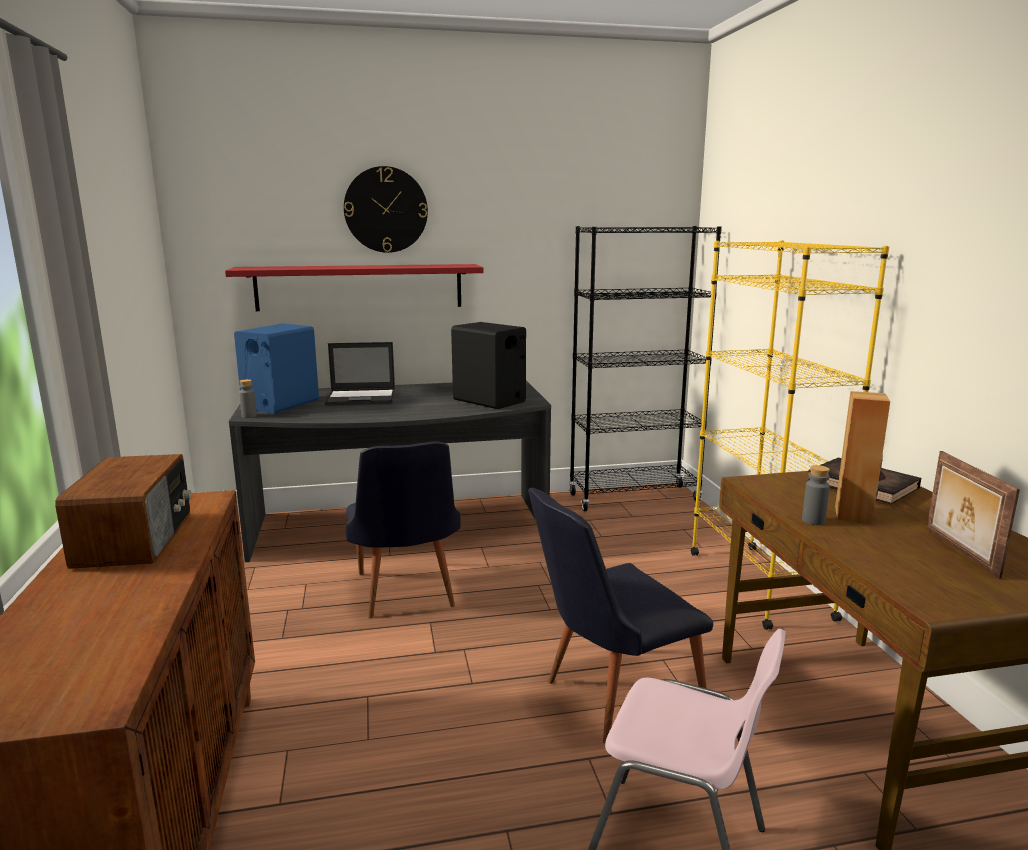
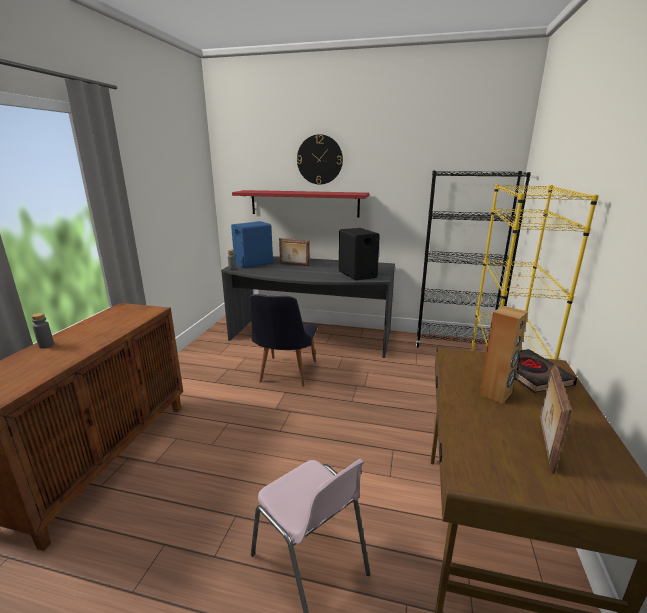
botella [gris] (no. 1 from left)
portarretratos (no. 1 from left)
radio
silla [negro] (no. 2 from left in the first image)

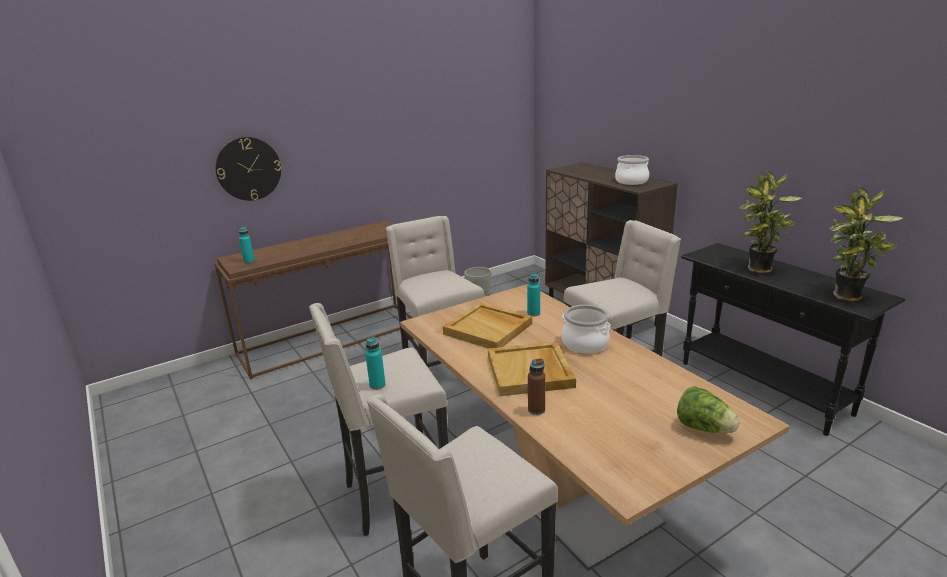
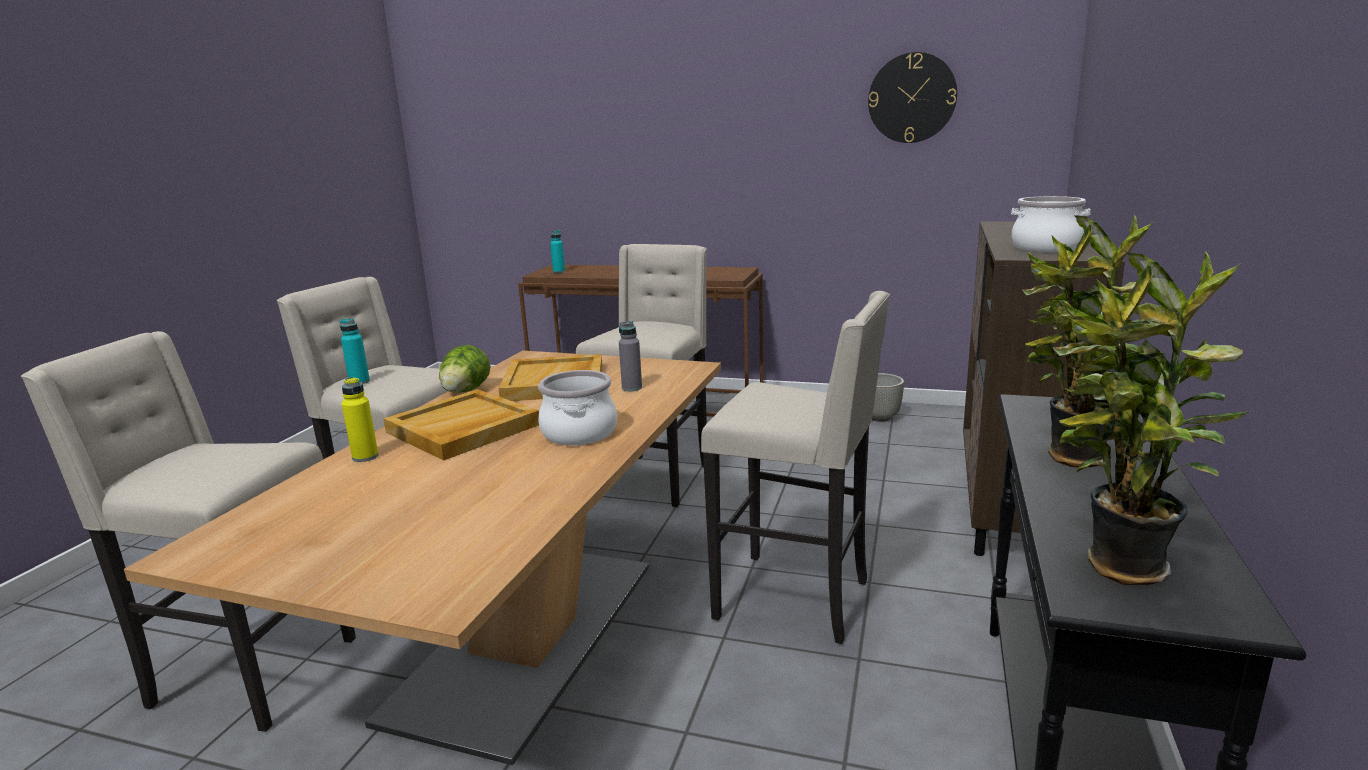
botella [amarillo]
lechuga
botella [gris]
reloj de pared

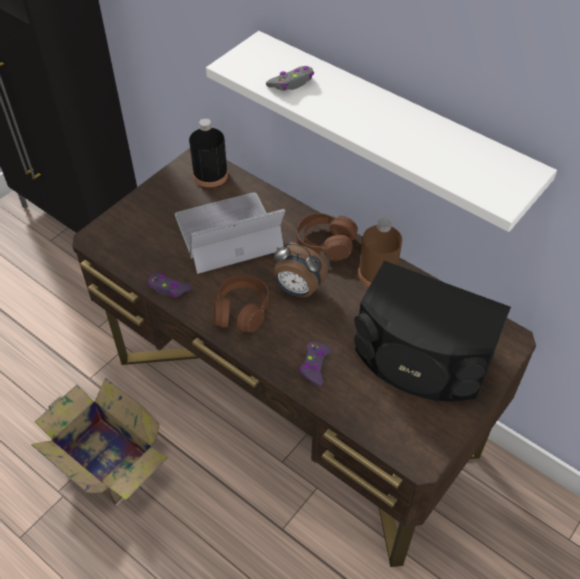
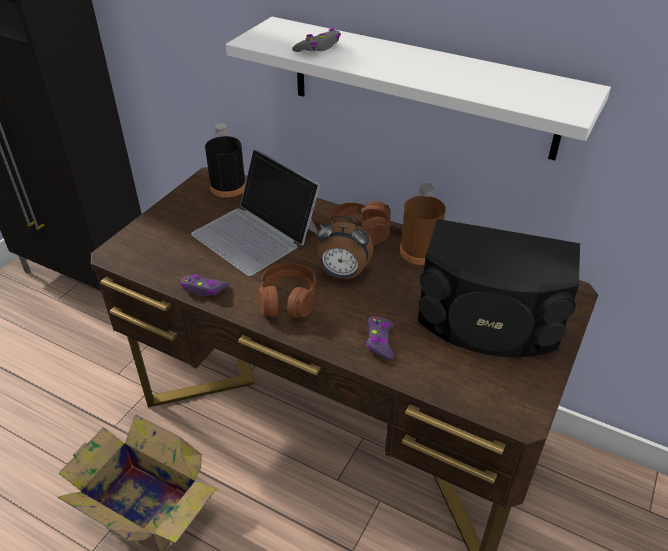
portátil

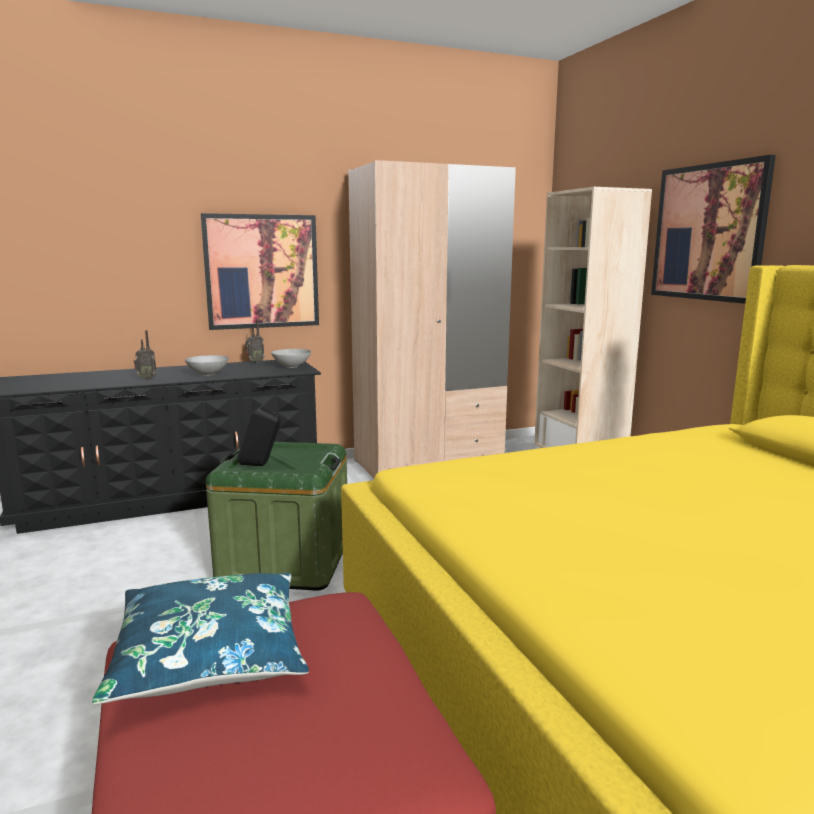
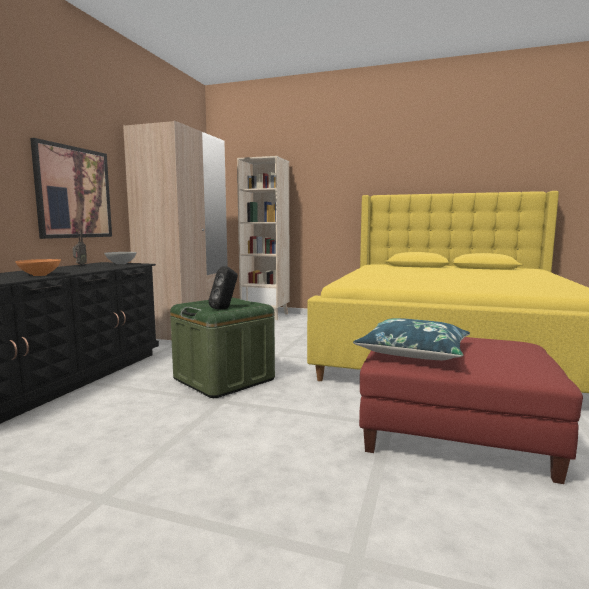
cuenco [naranja]
cuenco [gris] (no. 1 from left in the first image)
cuadro (no. 2 from left in the first image)

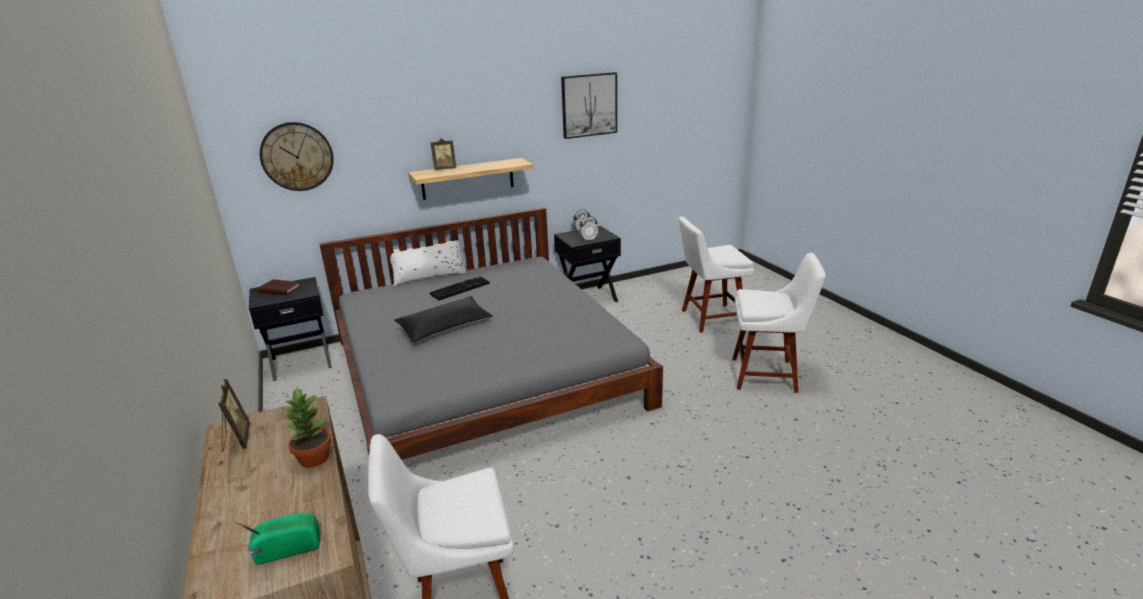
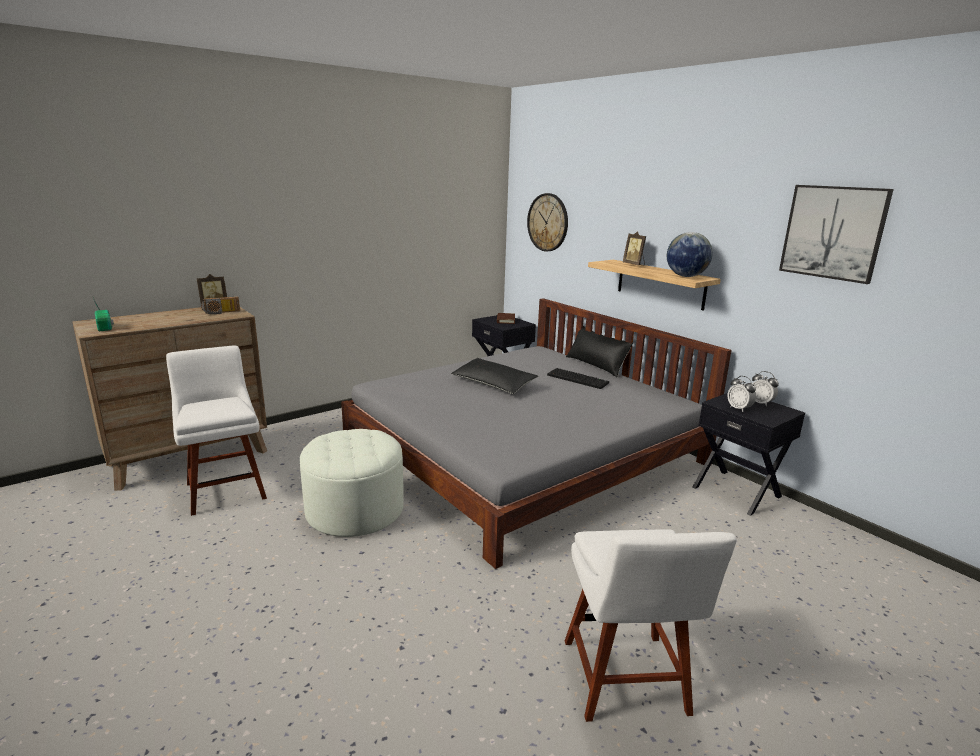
radio (no. 2 from left)
puf [blanco]
cojín [negro] (no. 2 from left)
globo terráqueo
planta en maceta
silla [blanco] (no. 2 from left in the first image)

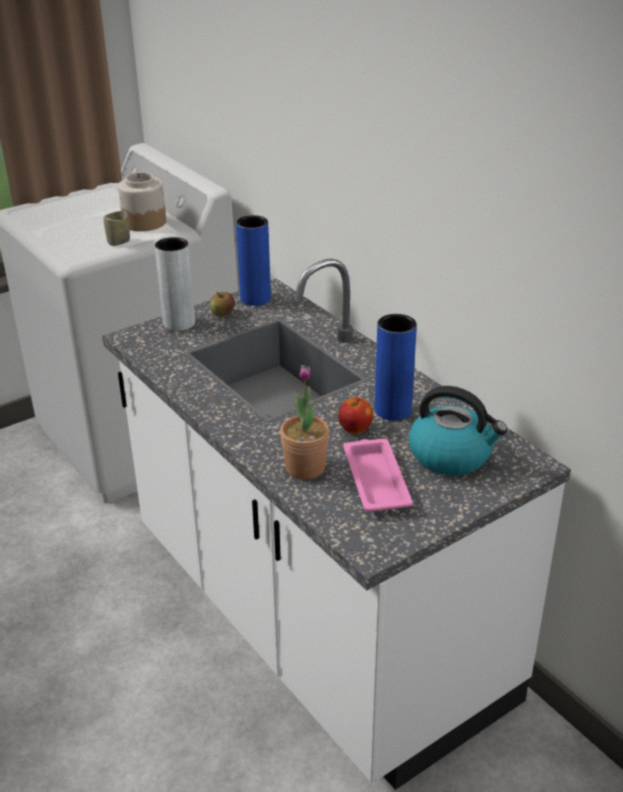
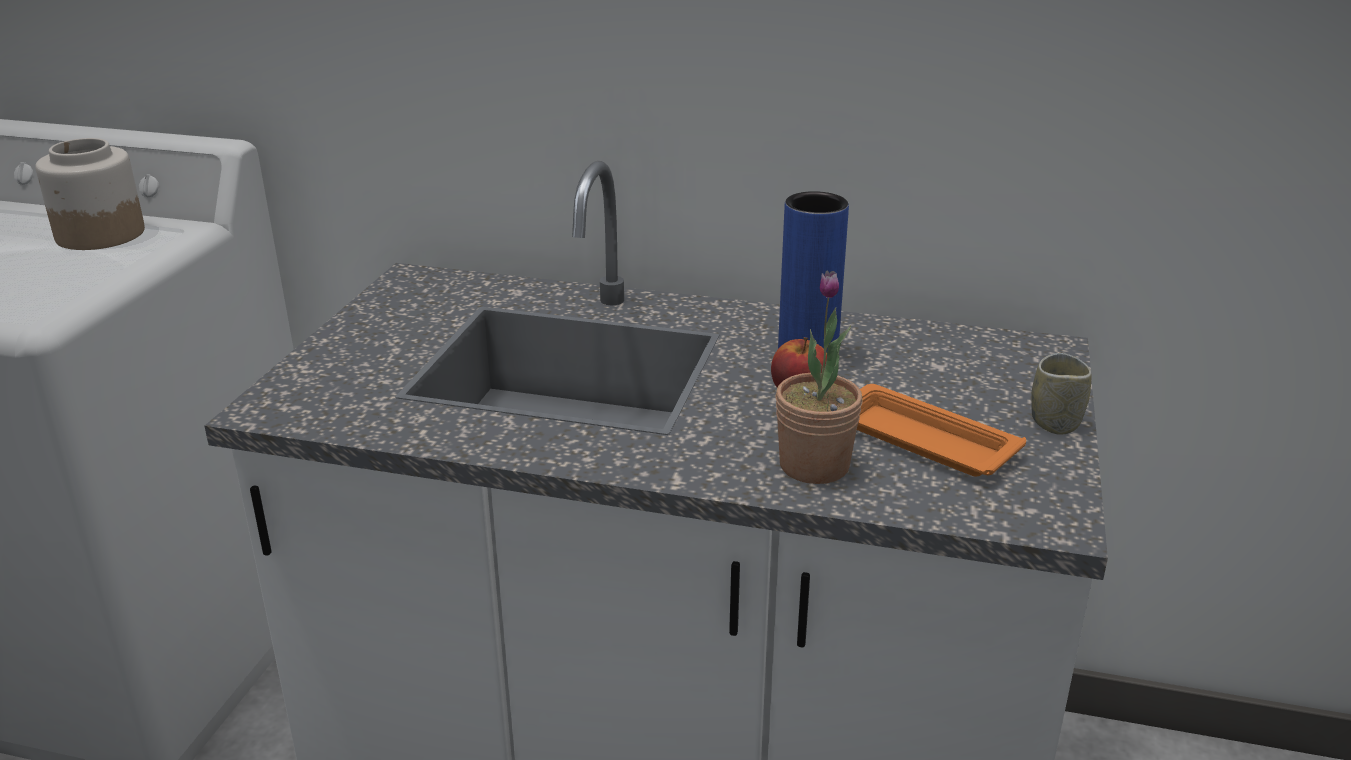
bandeja [naranja]
taza
florero [gris]
manzana (no. 1 from left in the first image)
florero [azul] (no. 1 from left in the first image)
hervidor

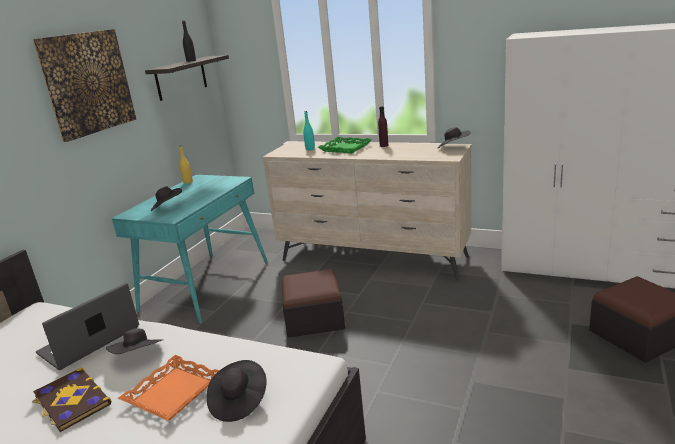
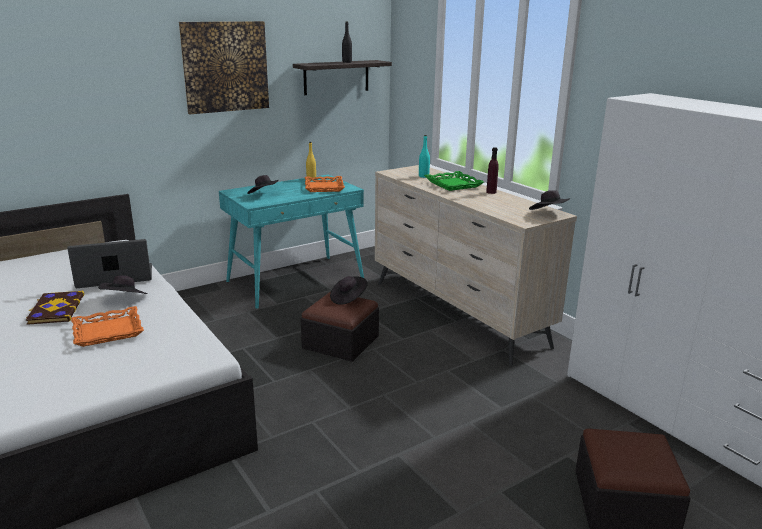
bandeja [naranja] (no. 2 from left)
sombrero [negro] (no. 3 from left)

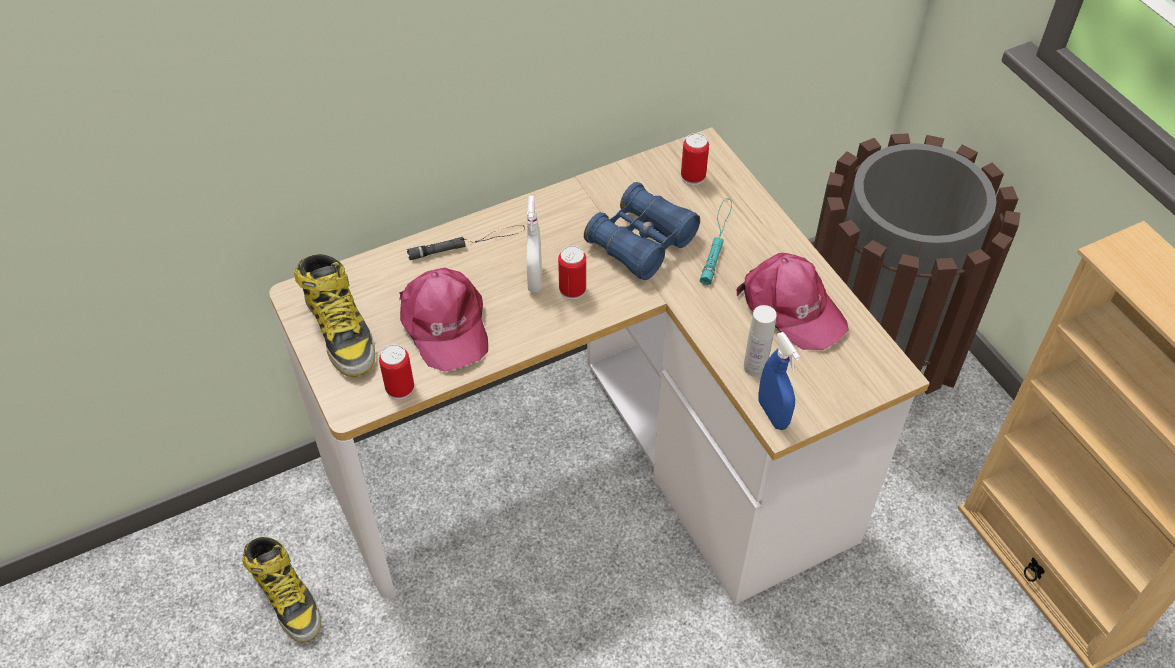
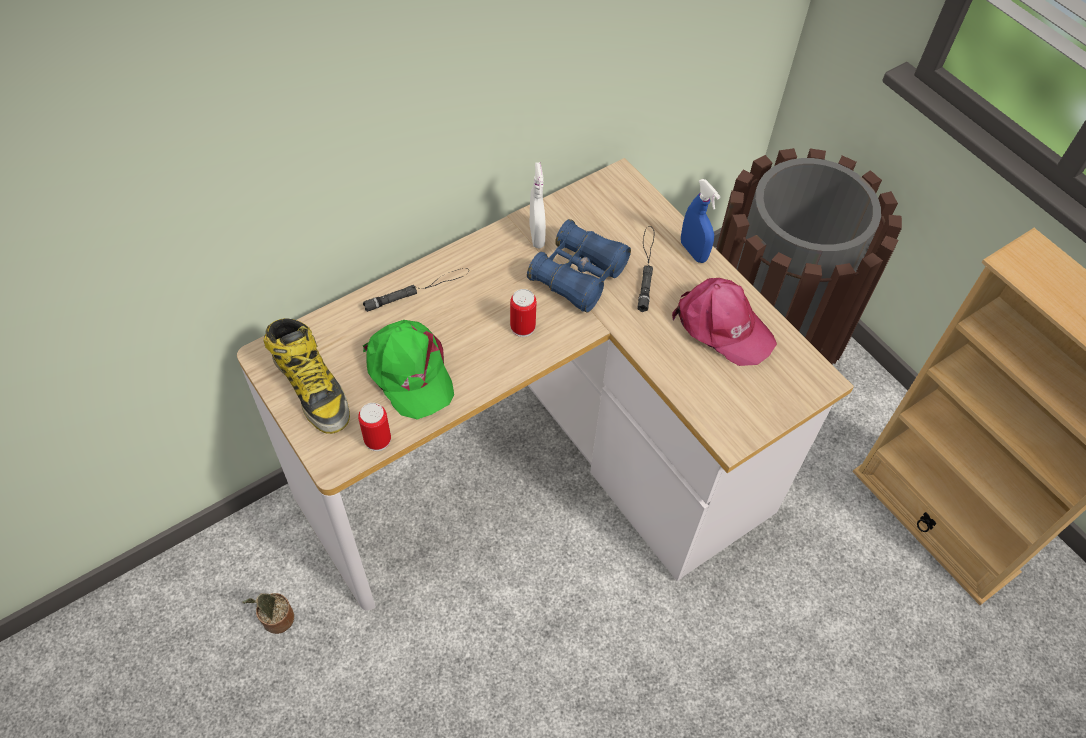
planta en maceta
gorra [verde]
pulverizador [blanco]
linterna [negro] (no. 2 from left)
pulverizador [azul]
lata (no. 3 from left in the first image)
botella [blanco]

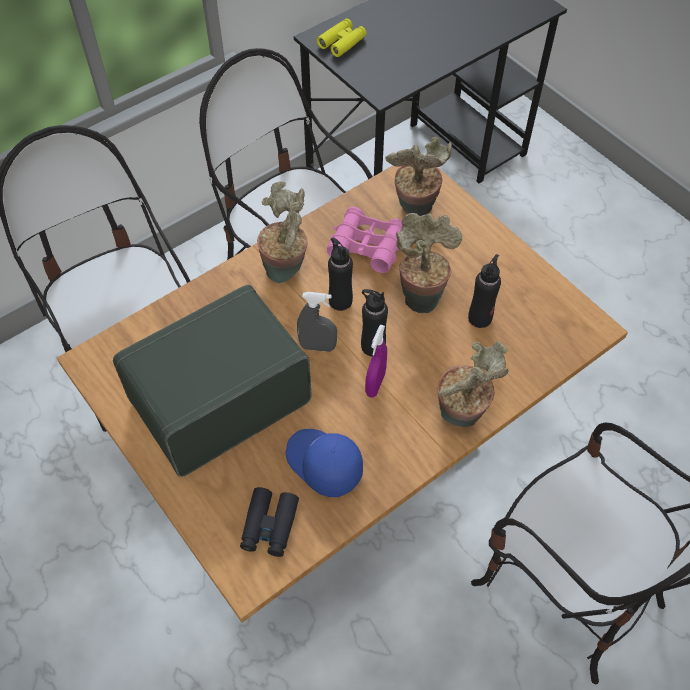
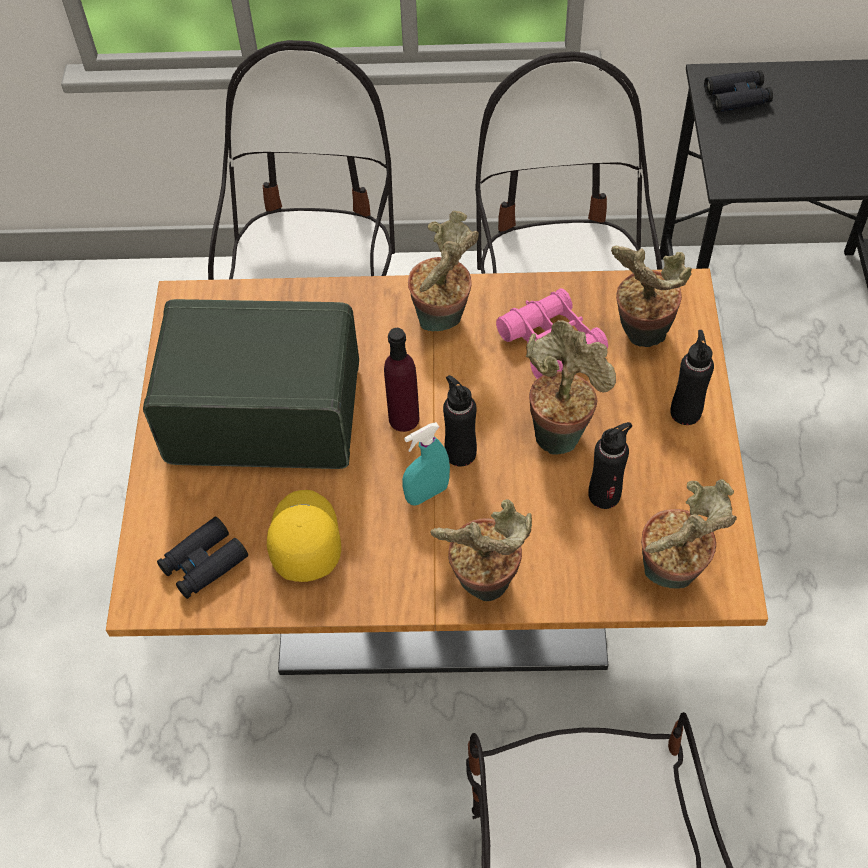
gorra [amarillo]
botella [morado]
pulverizador [turquesa]
planta en maceta (no. 5 from left)
botella [negro] (no. 3 from left)
prismáticos [negro] (no. 2 from left)

